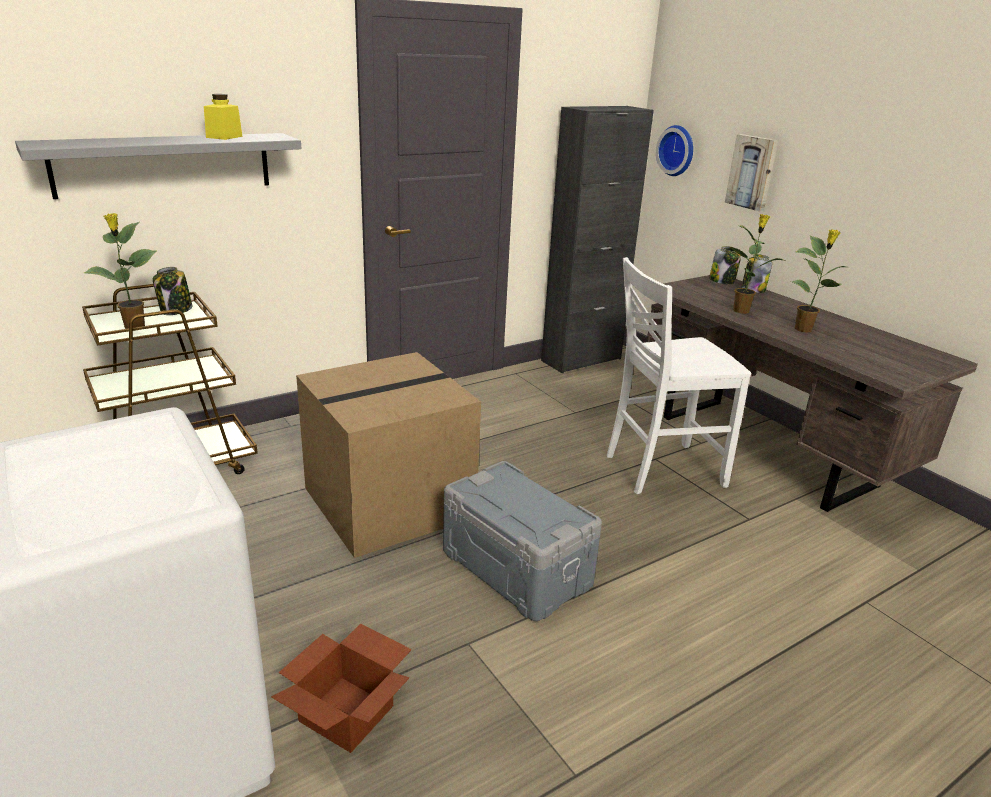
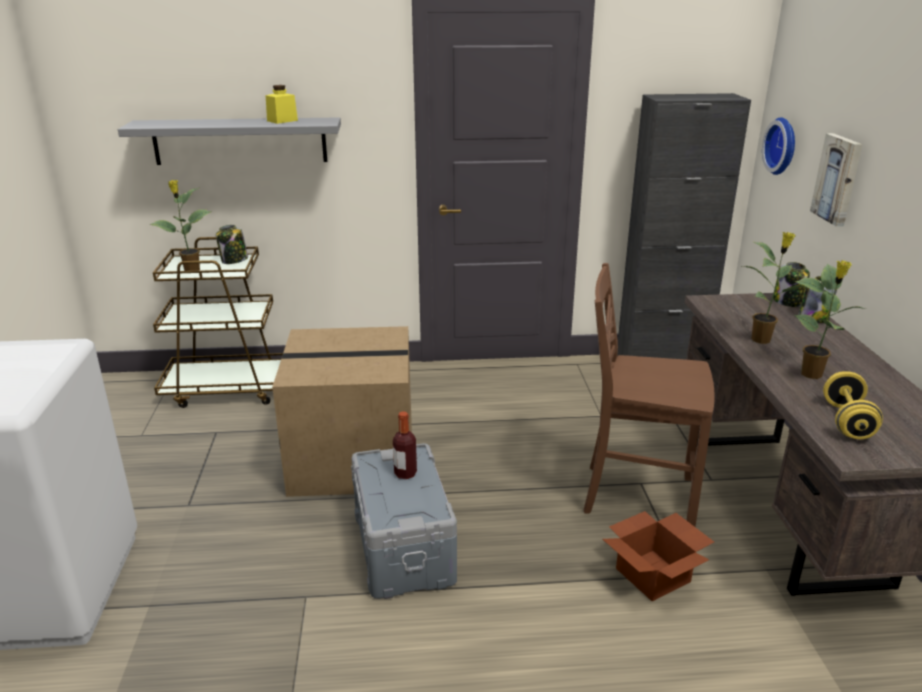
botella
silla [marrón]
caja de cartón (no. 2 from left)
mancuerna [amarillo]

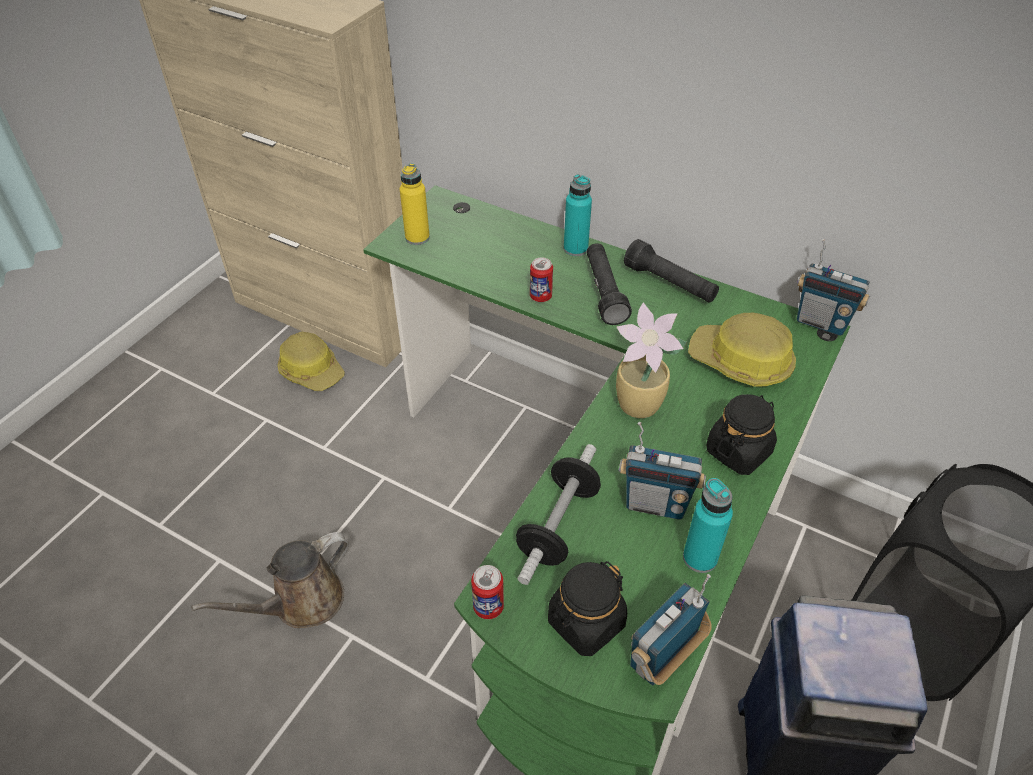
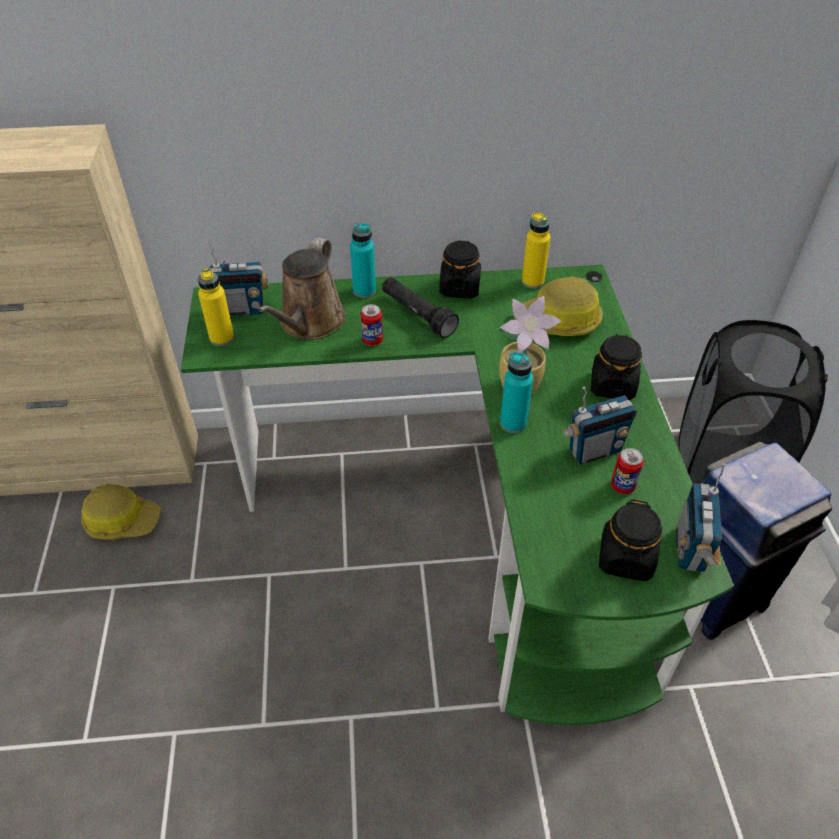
radio (no. 1 from left)
regadera [marrón]
tarro [negro] (no. 1 from left)
botella [turquesa] (no. 2 from left)
botella [amarillo] (no. 2 from left)
lata (no. 2 from left)
mancuerna

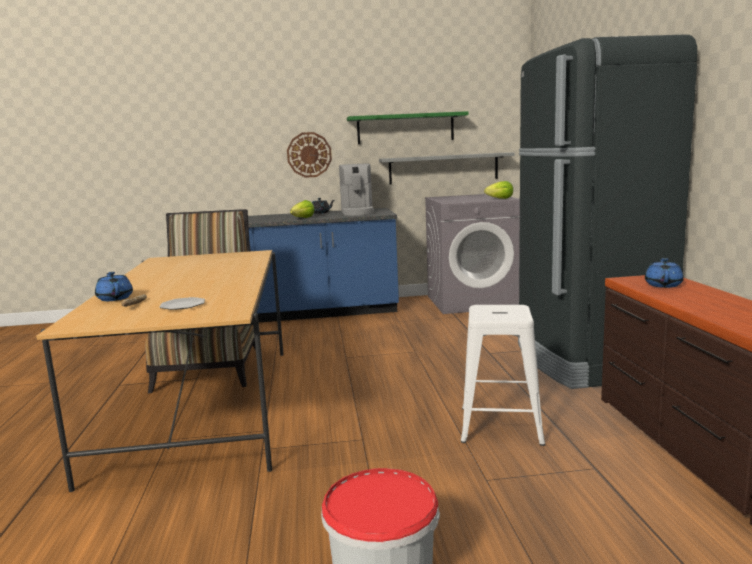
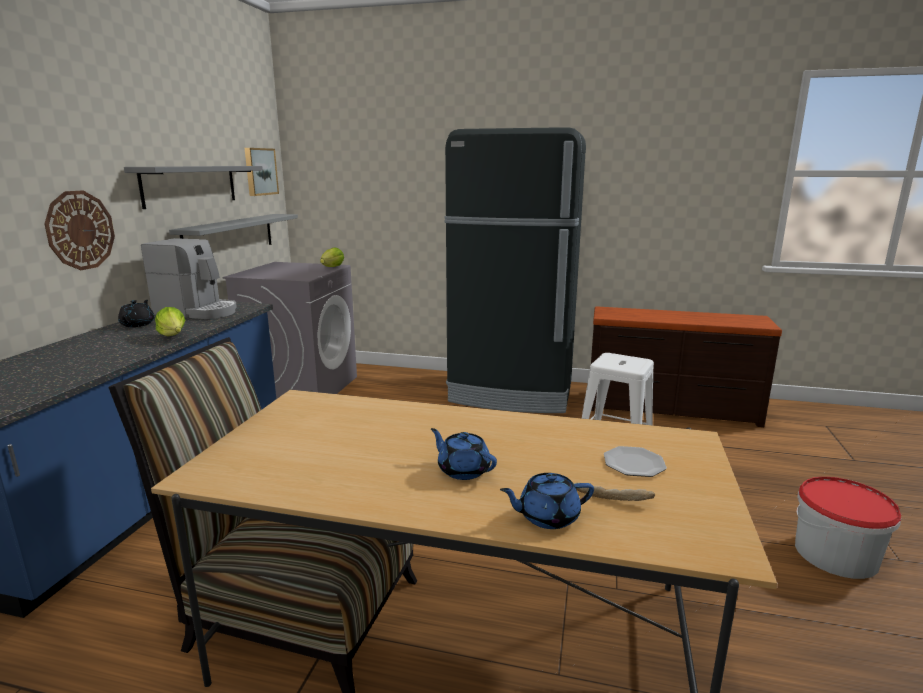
estante [gris] (no. 1 from left)
cuadro
tetera [azul] (no. 1 from left)

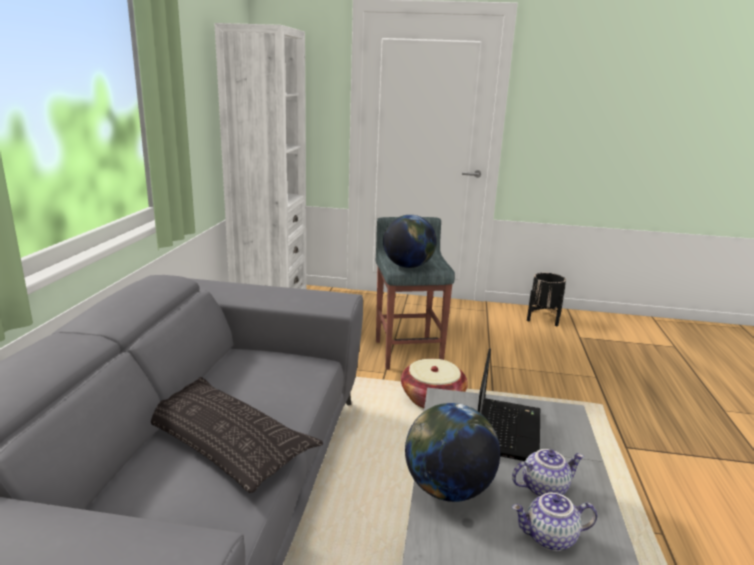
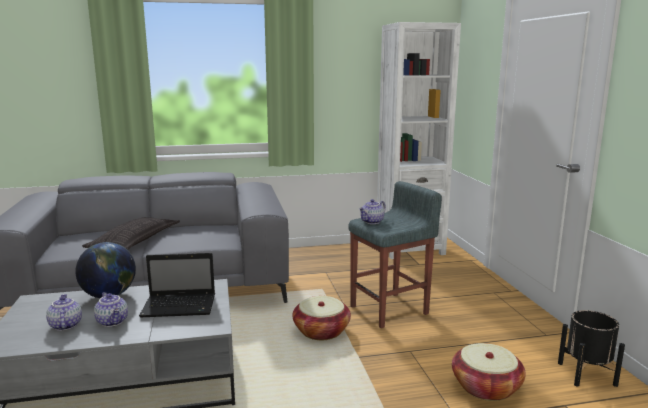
tetera (no. 3 from left)
cesta (no. 2 from left)

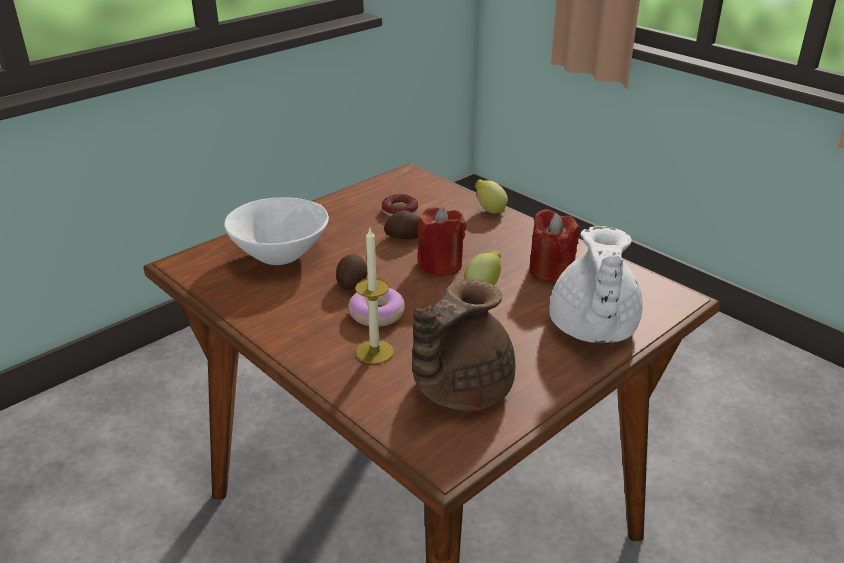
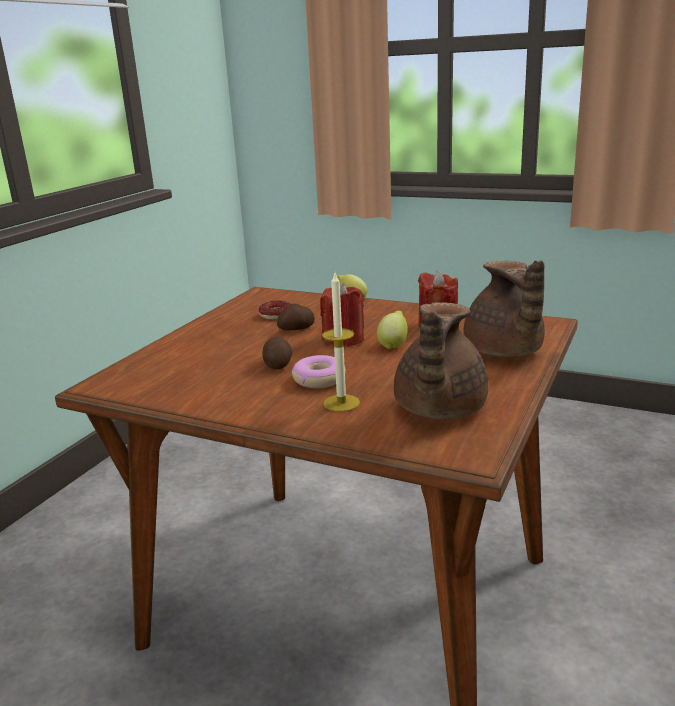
tetera [marrón] (no. 2 from left)
cuenco [blanco]

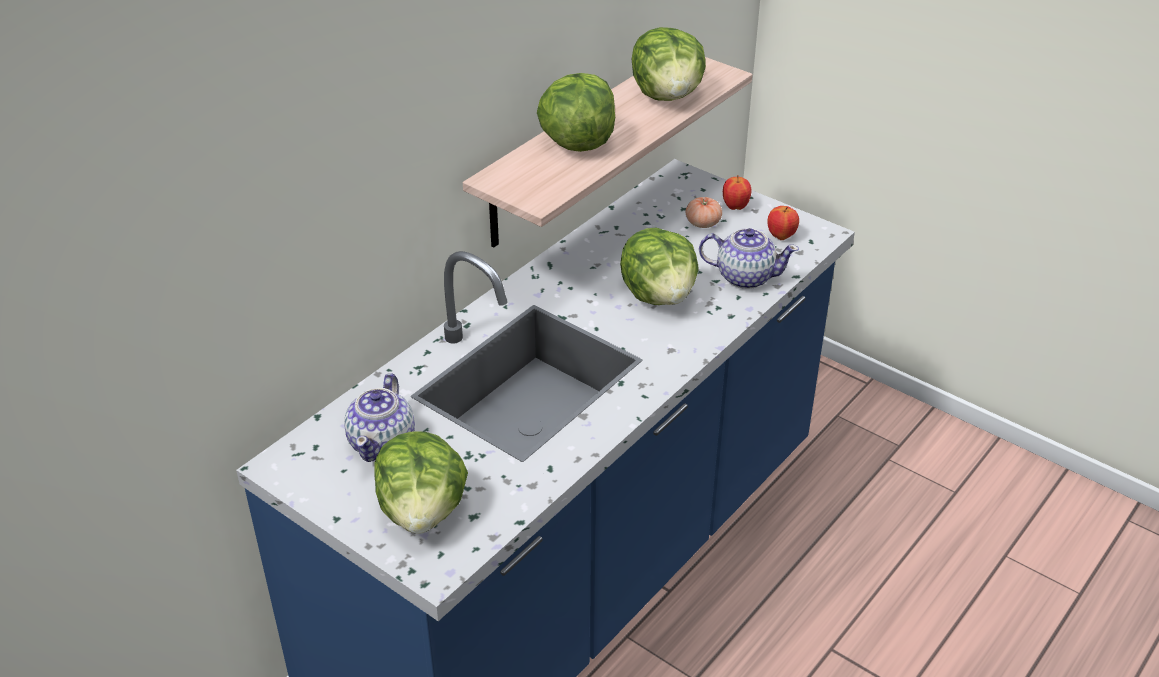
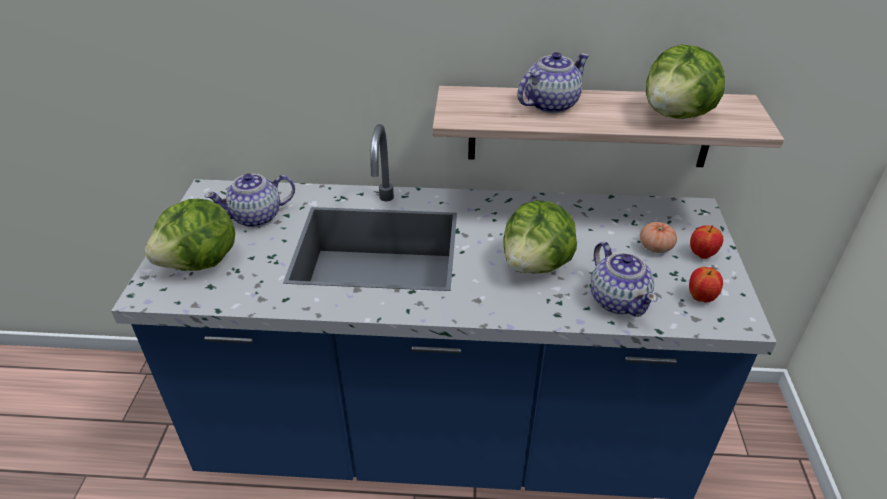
tetera (no. 2 from left)

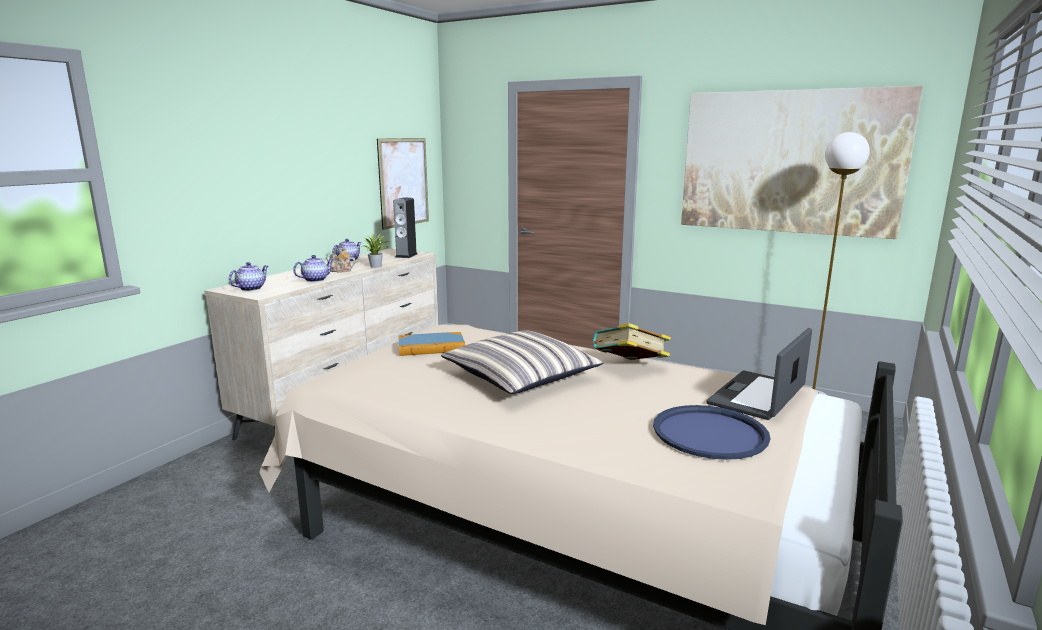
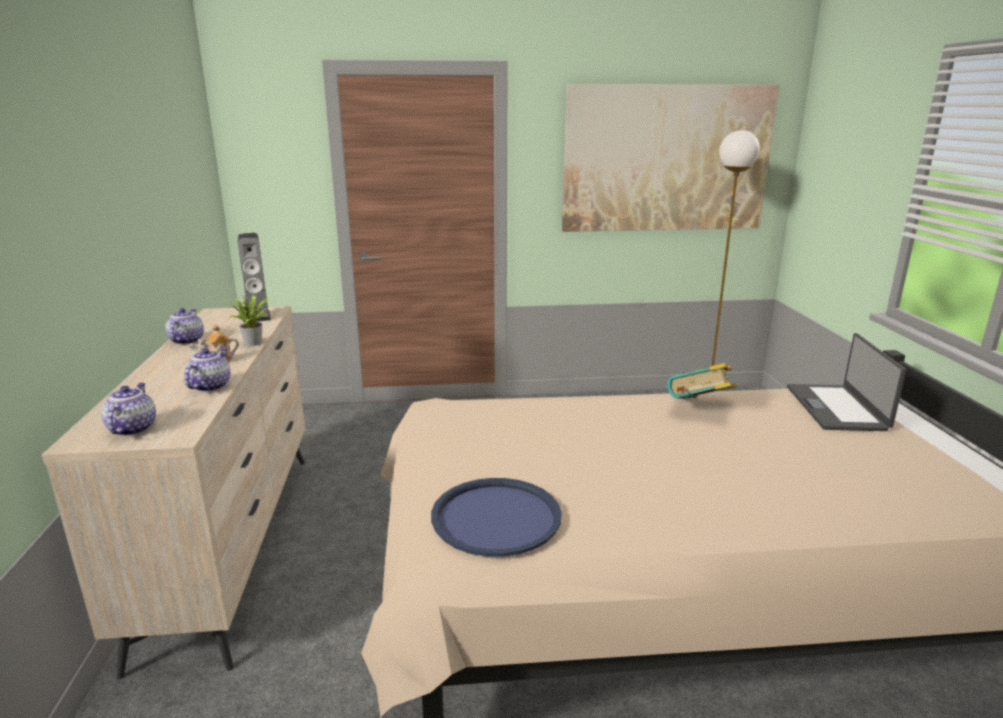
bandeja [azul]
cuadro (no. 1 from left in the first image)
libro (no. 1 from left in the first image)
cojín

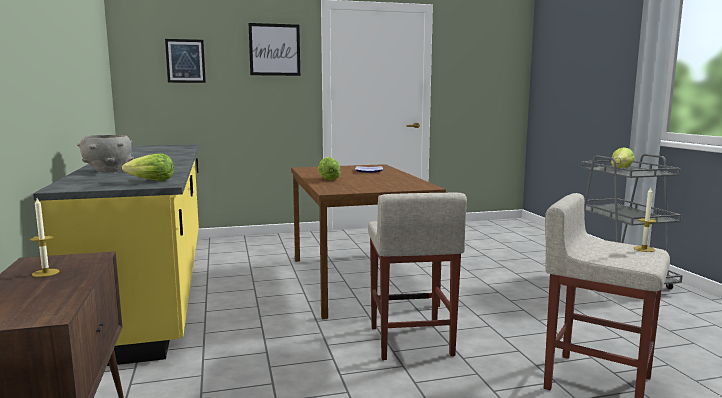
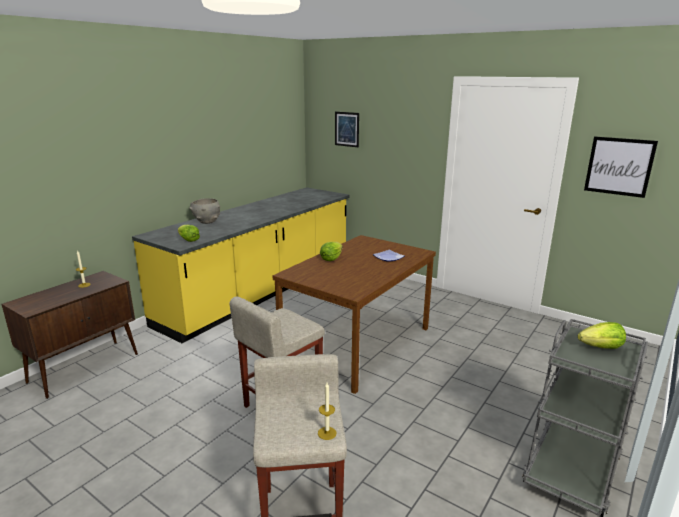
cuadro (no. 2 from left)

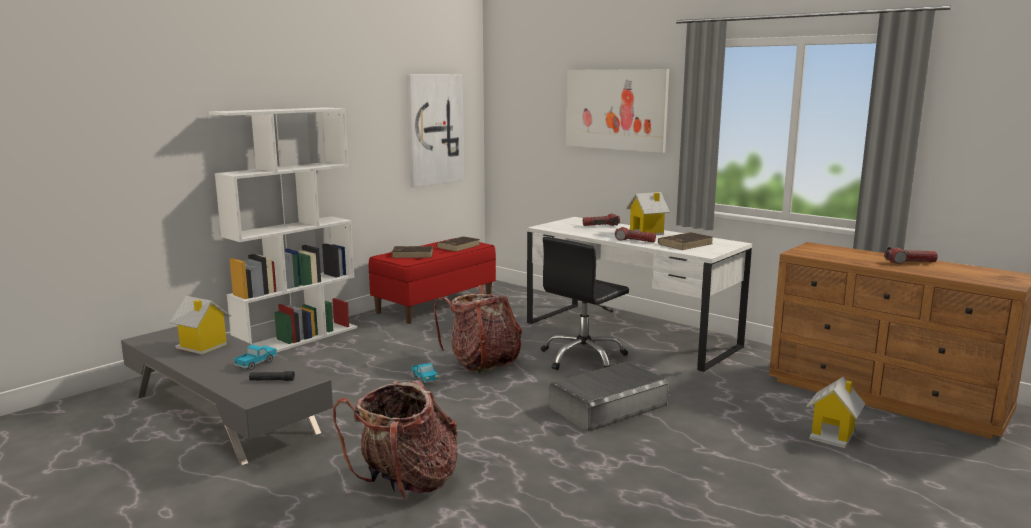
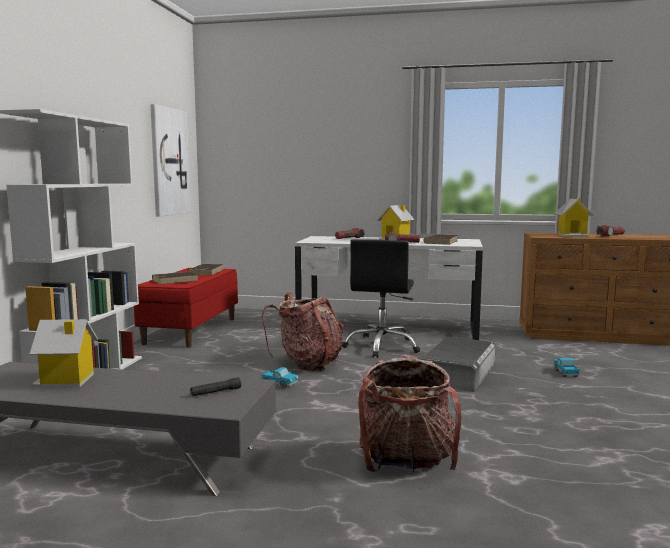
camión de juguete (no. 2 from left)
casita (no. 3 from left)
cuadro (no. 2 from left in the first image)

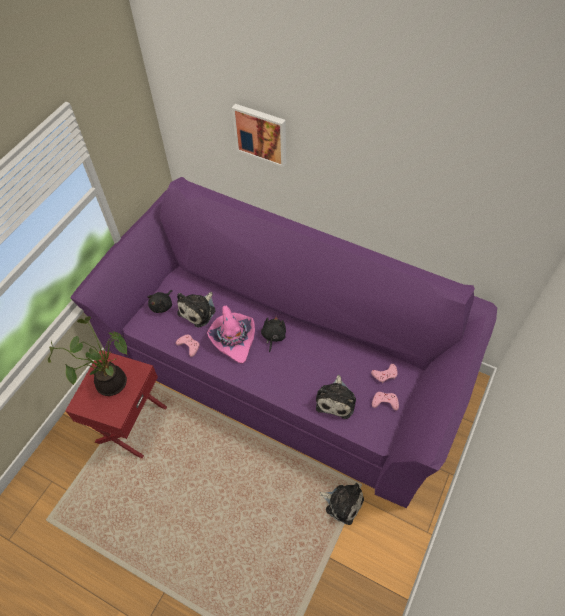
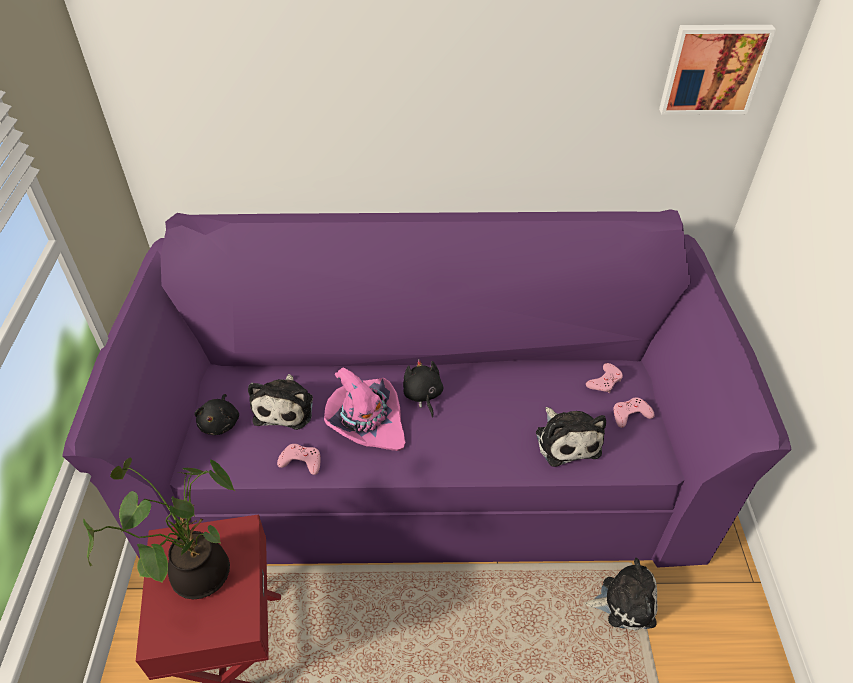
cuadro

